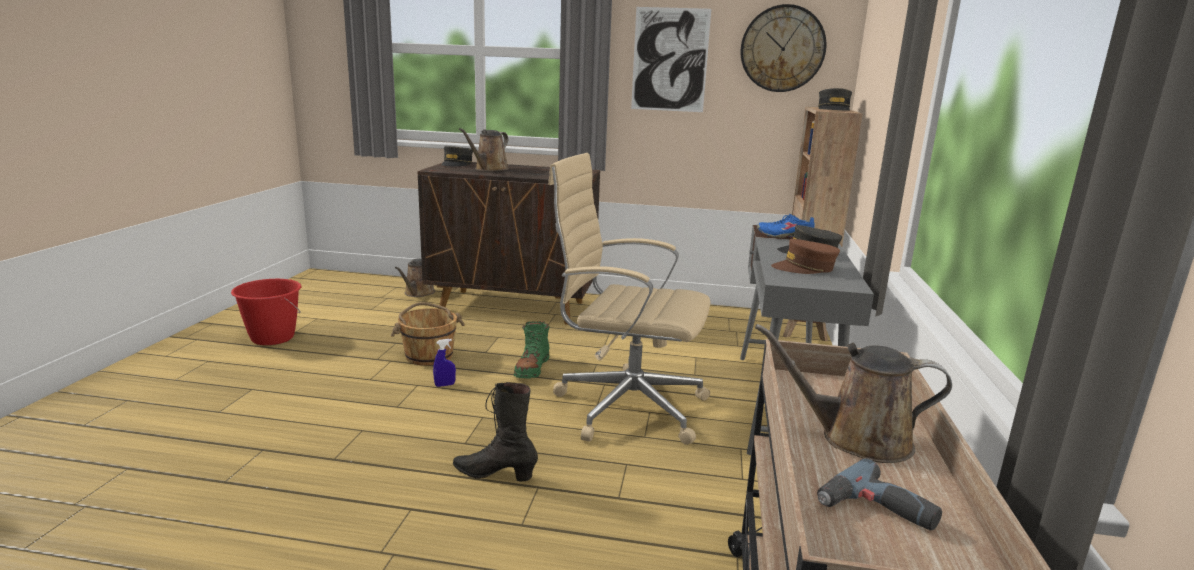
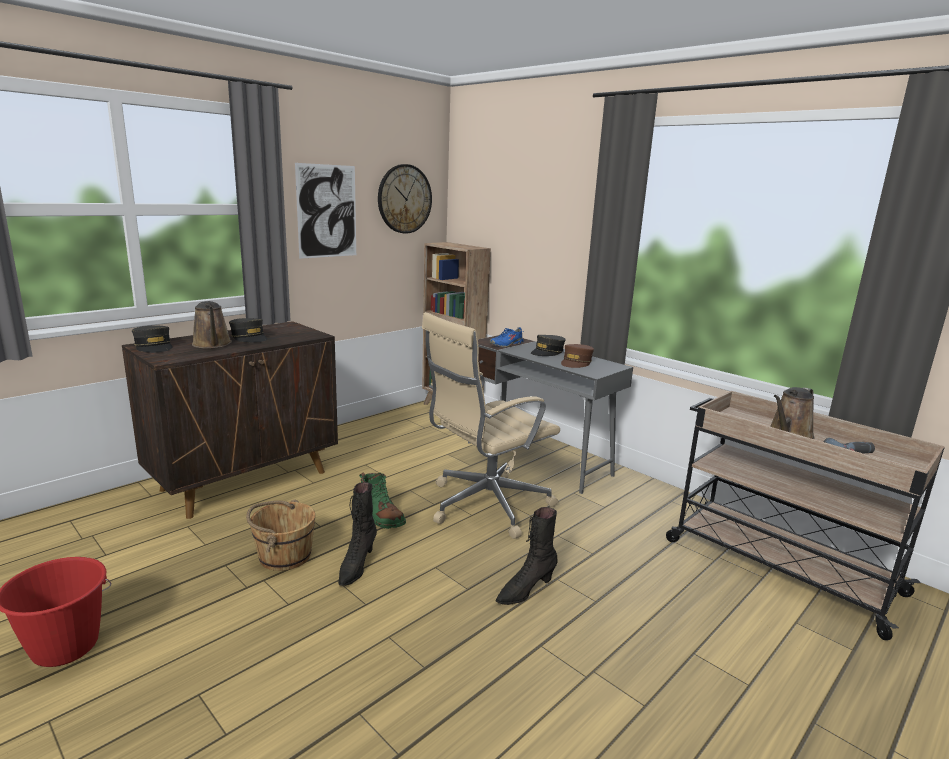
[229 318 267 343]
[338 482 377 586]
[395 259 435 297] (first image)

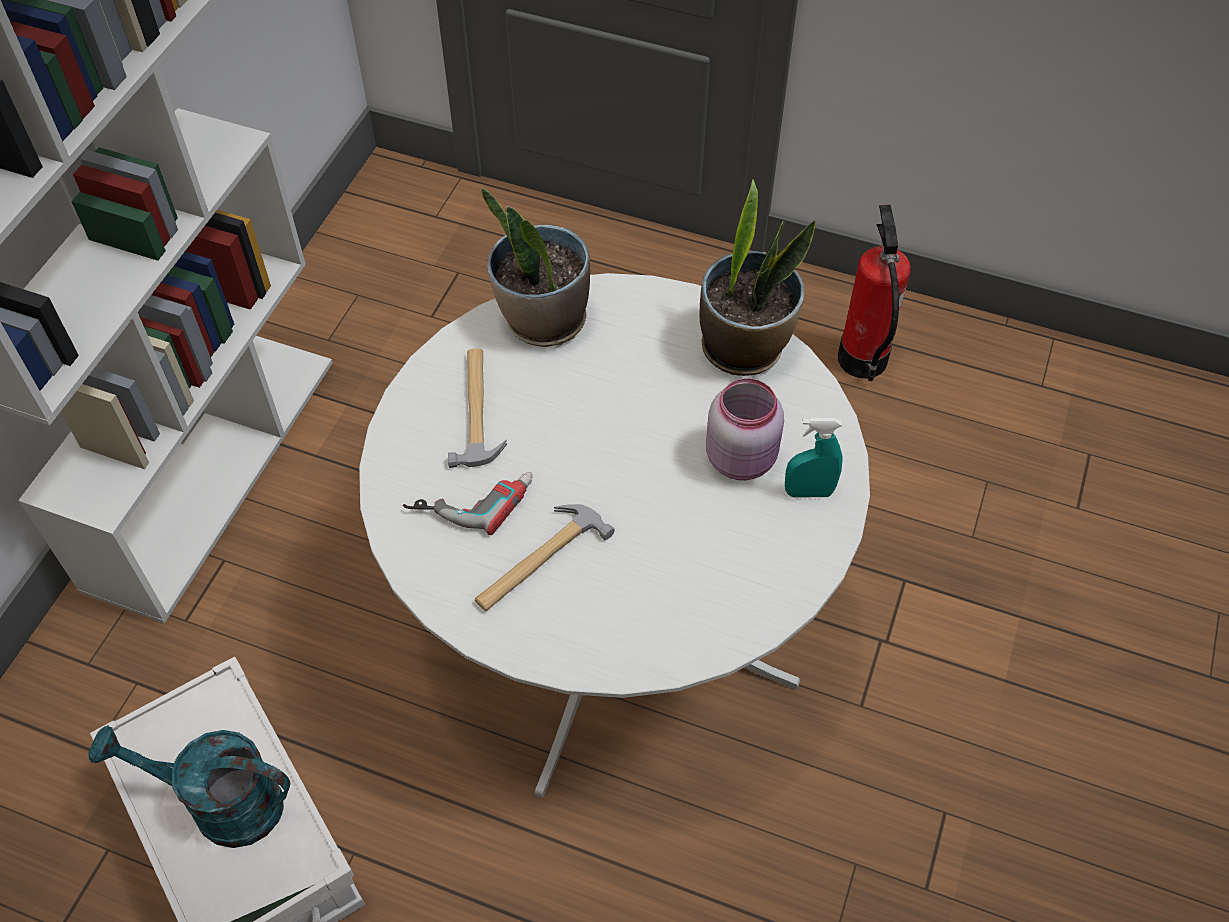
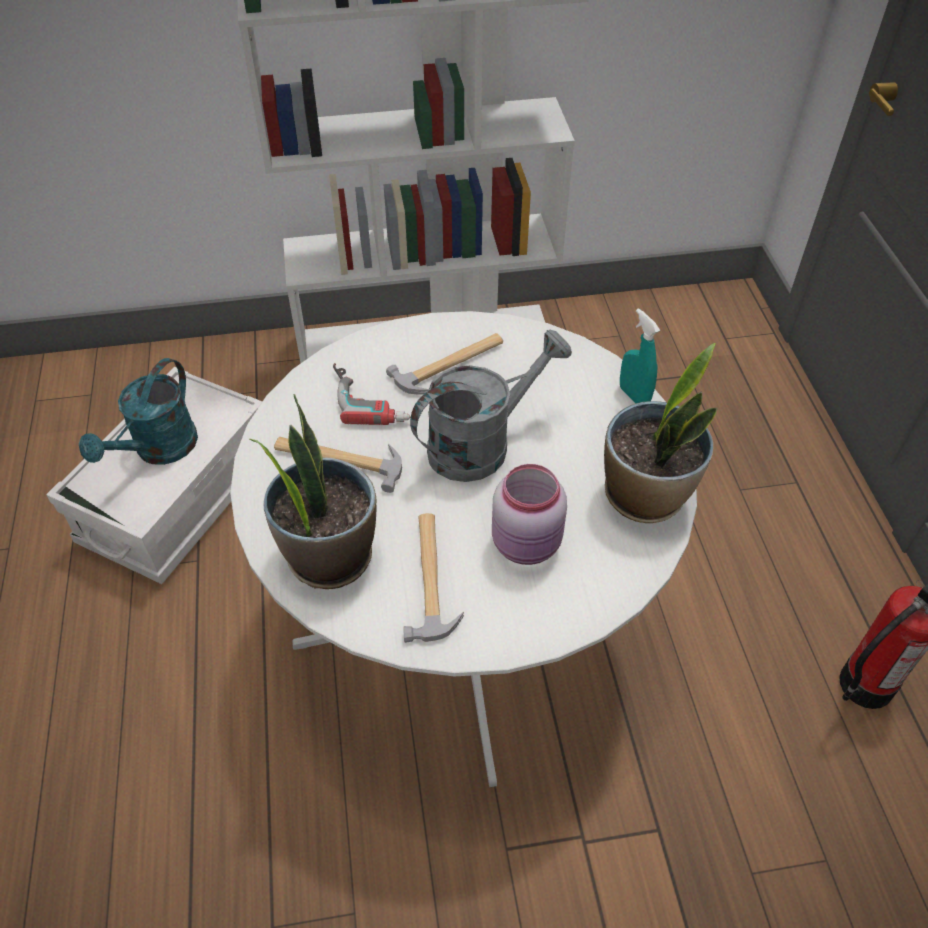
[79 358 198 465]
[250 394 376 589]
[403 513 464 643]
[410 329 572 482]
[620 308 660 403]

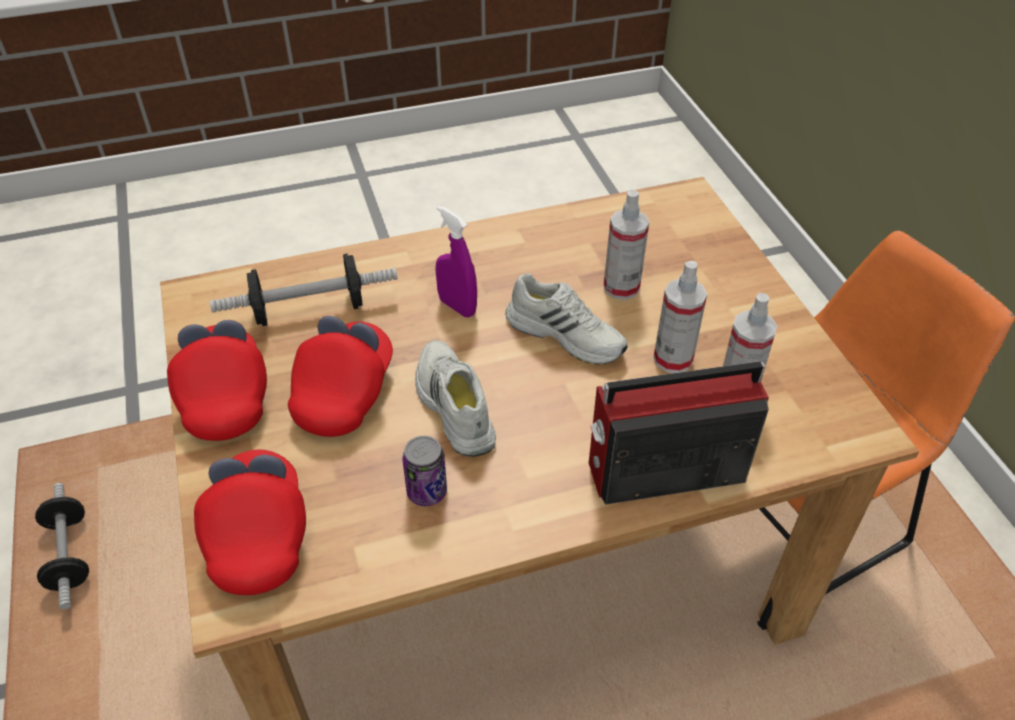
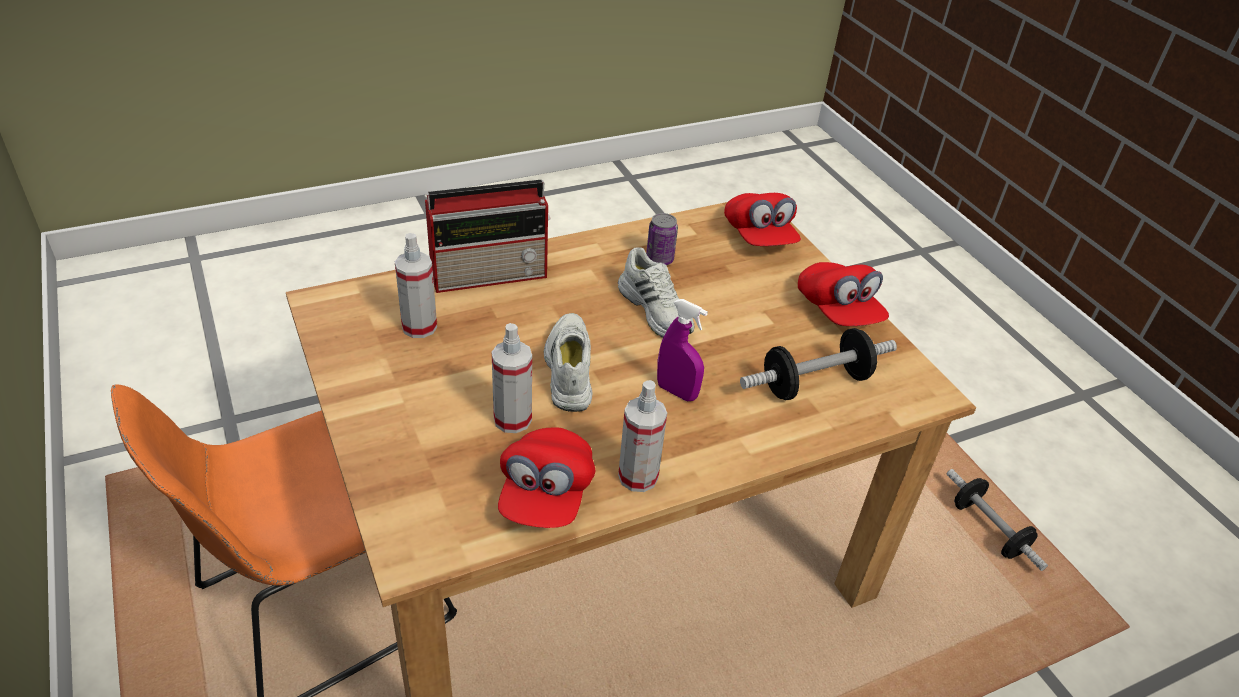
[498 427 595 528]
[544 313 592 412]
[618 380 667 492]

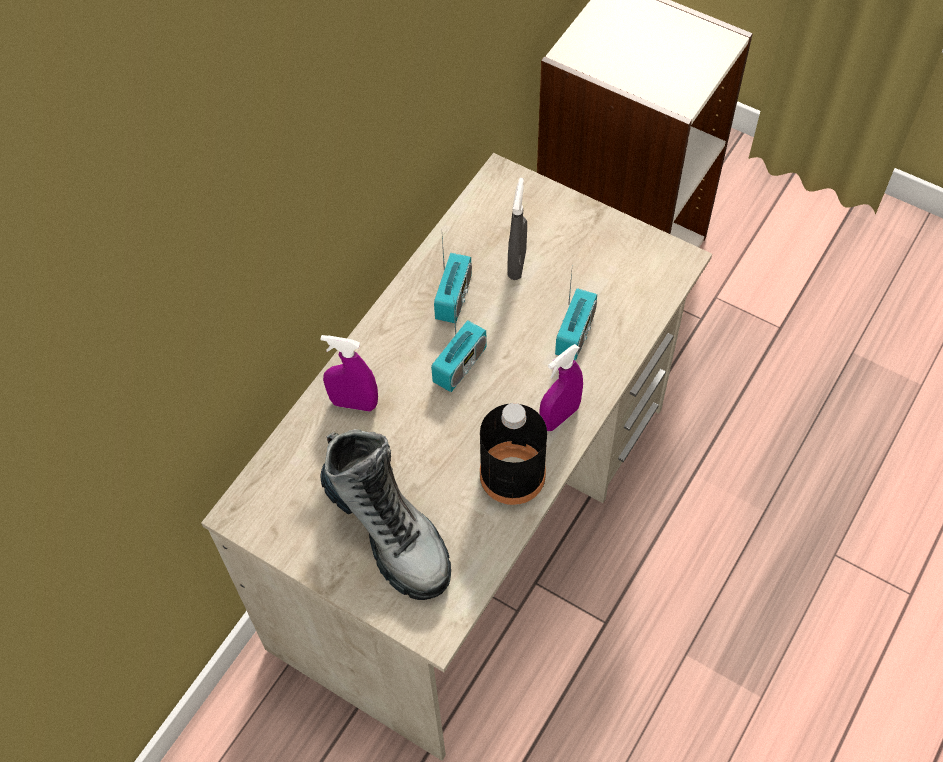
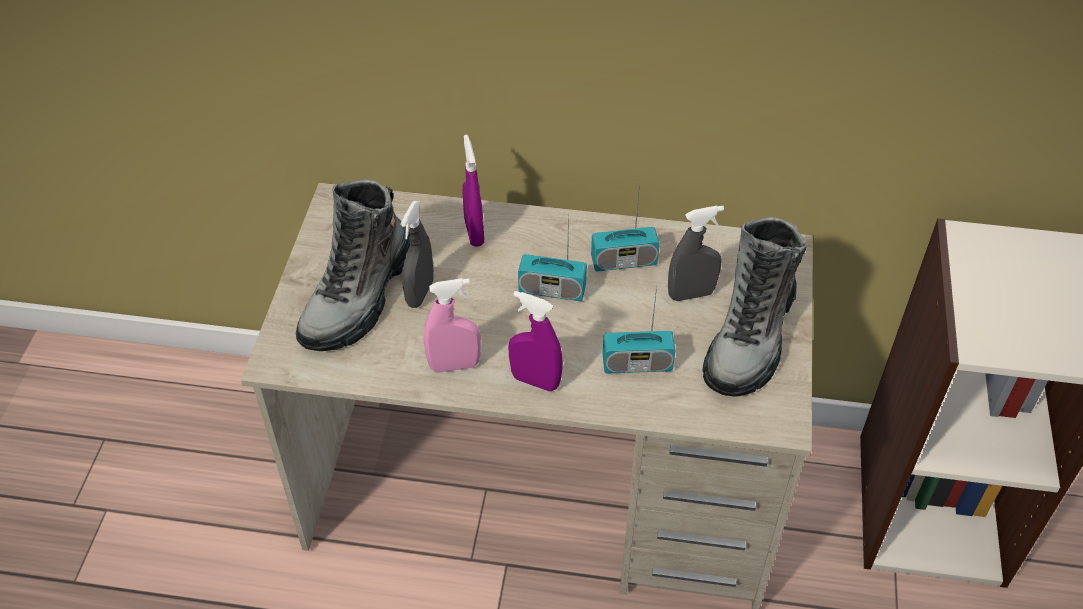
[400 201 434 308]
[424 278 481 373]
[703 217 806 397]

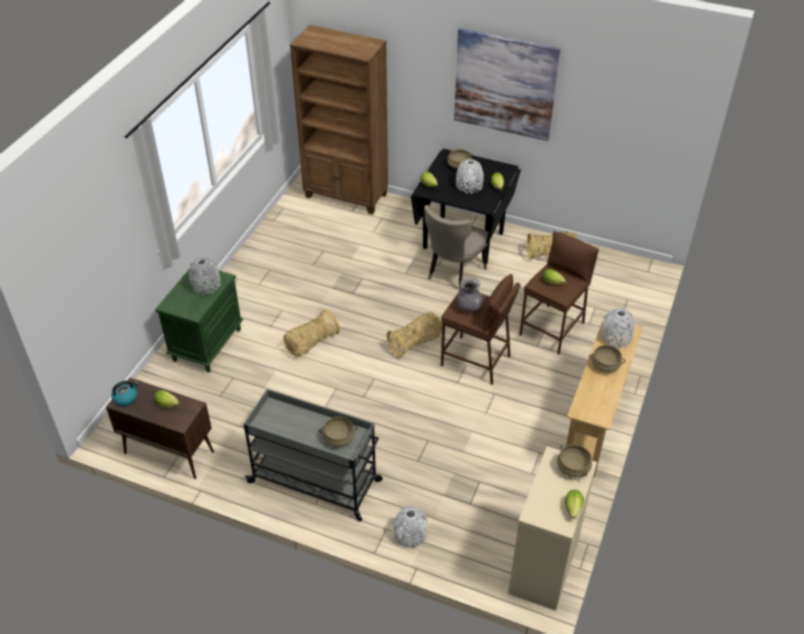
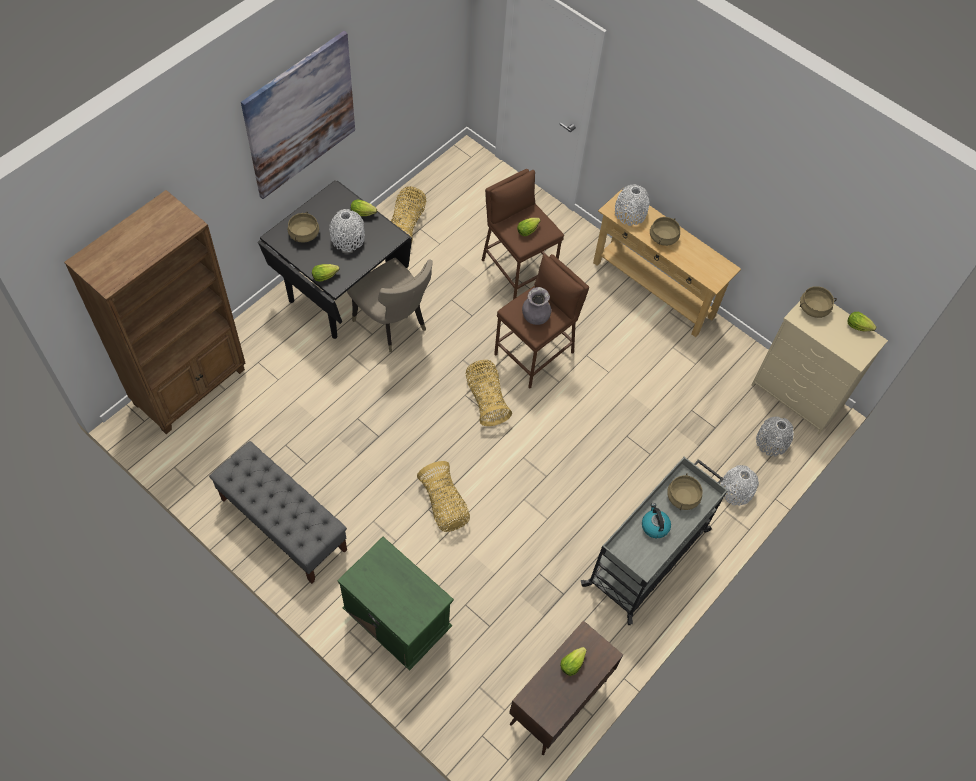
[209 441 347 584]
[642 503 671 538]
[756 416 794 456]

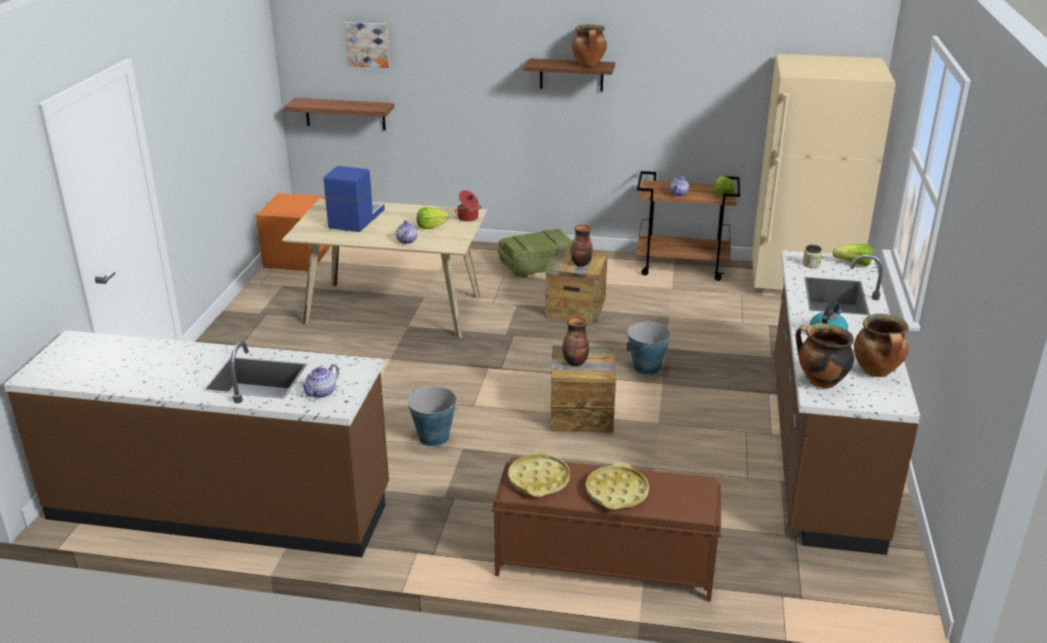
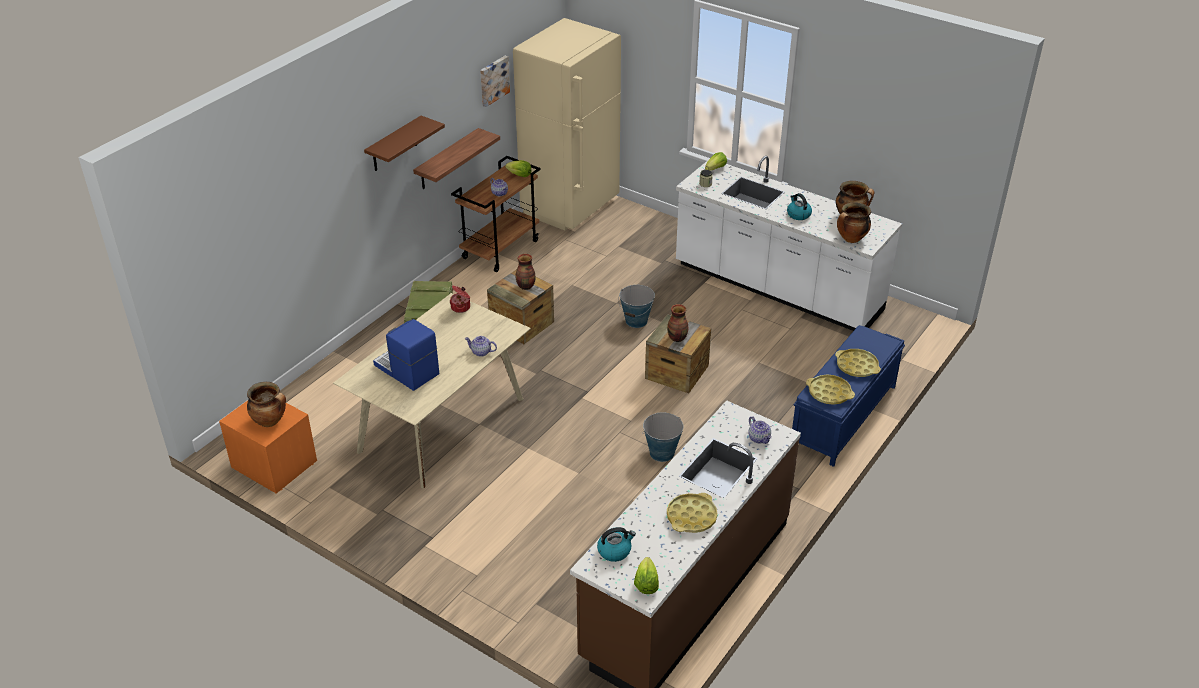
[247 382 286 427]
[413 128 500 189]
[480 56 510 107]
[597 527 636 562]
[634 557 659 594]
[667 493 718 533]
[676 156 902 331]
[792 325 905 467]

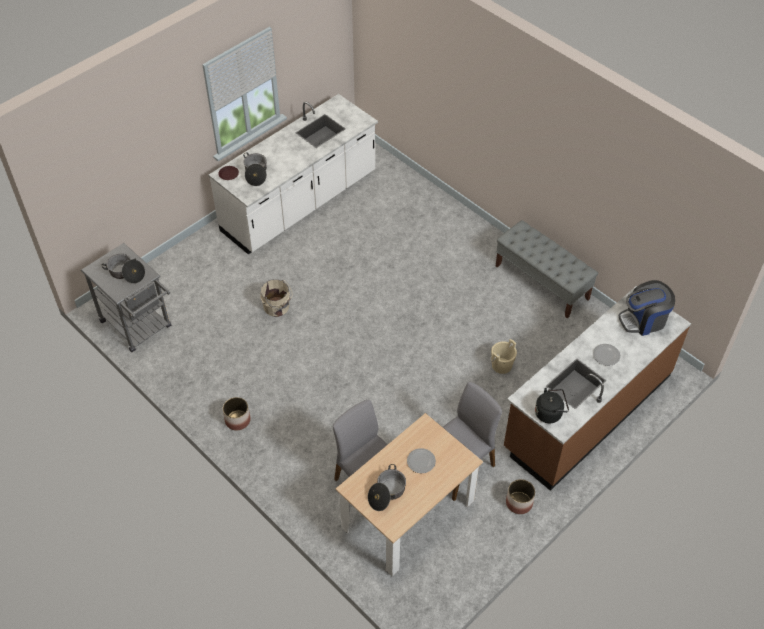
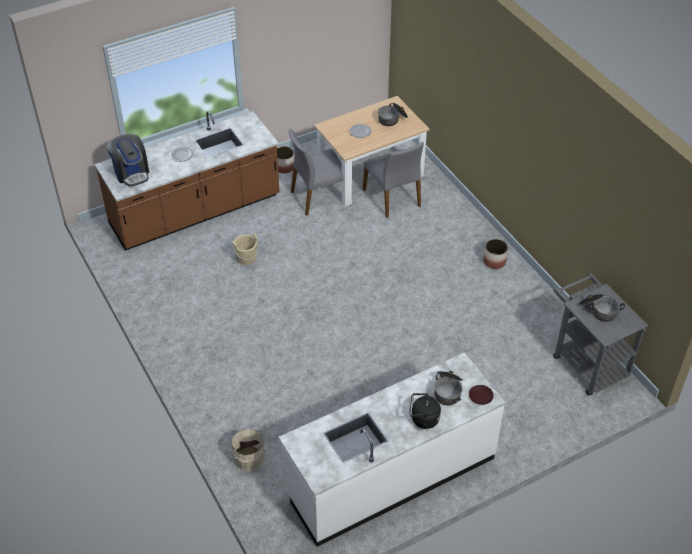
[106 134 149 187]
[228 429 265 472]
[409 393 441 429]
[496 220 598 318] (first image)

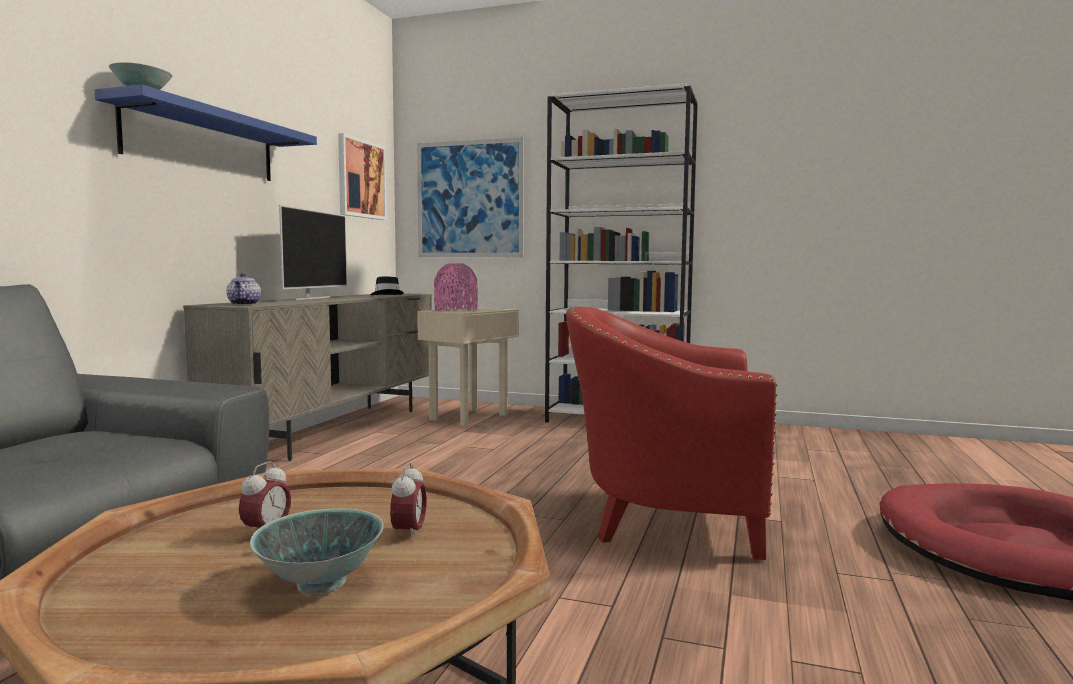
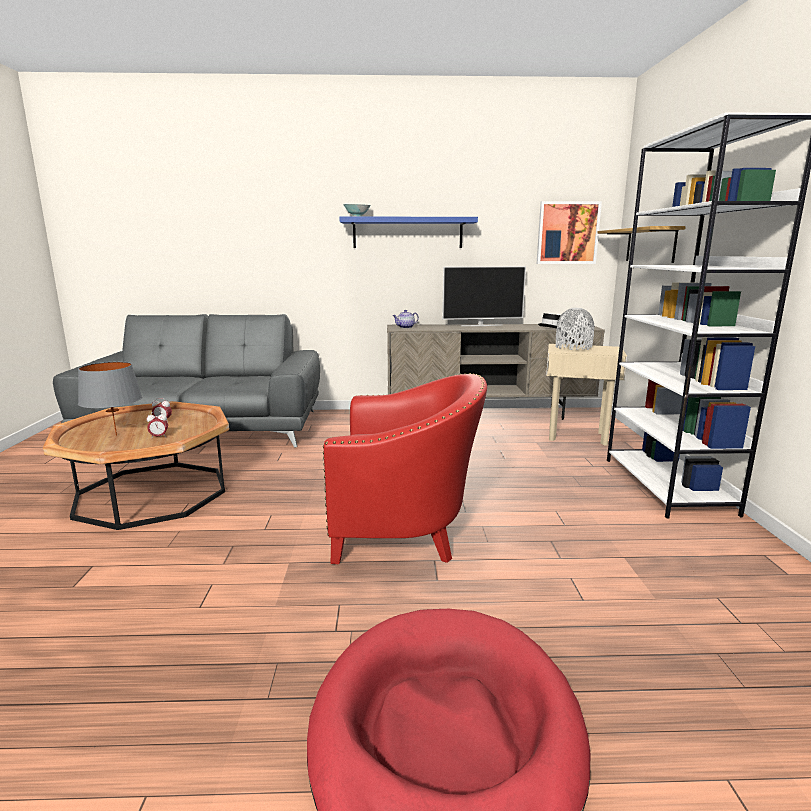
[78 362 142 436]
[323 373 487 564]
[556 308 595 350]
[597 226 686 263]

